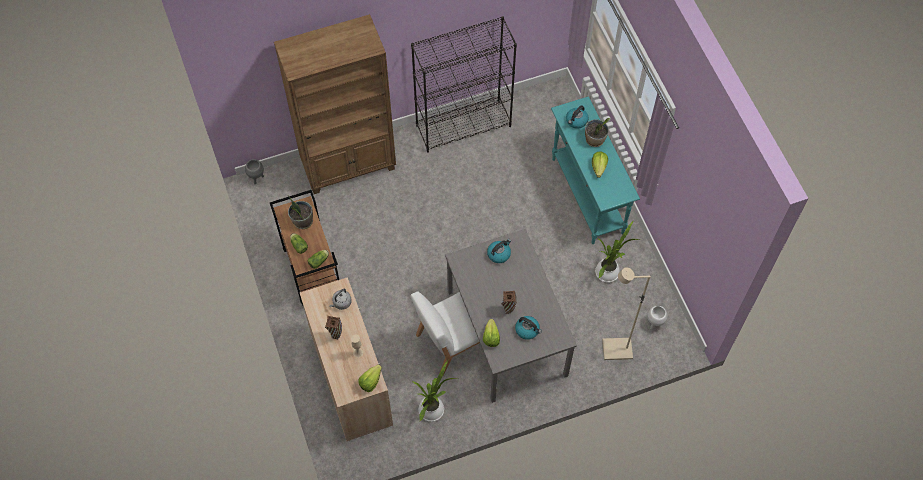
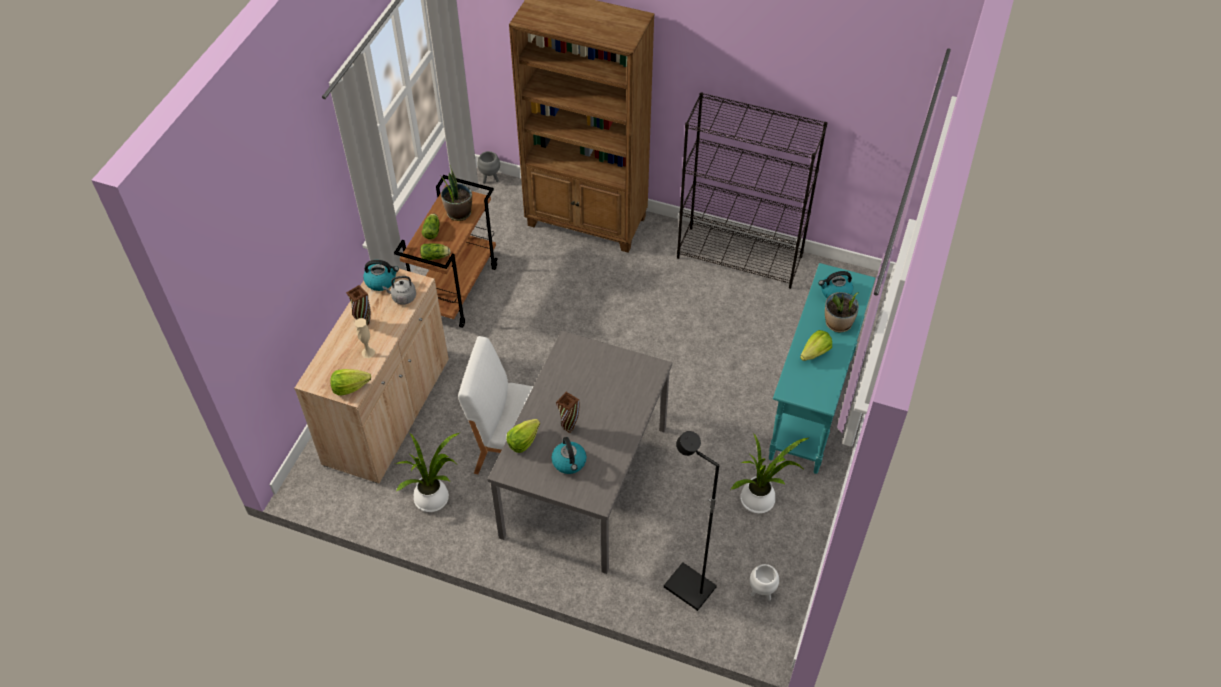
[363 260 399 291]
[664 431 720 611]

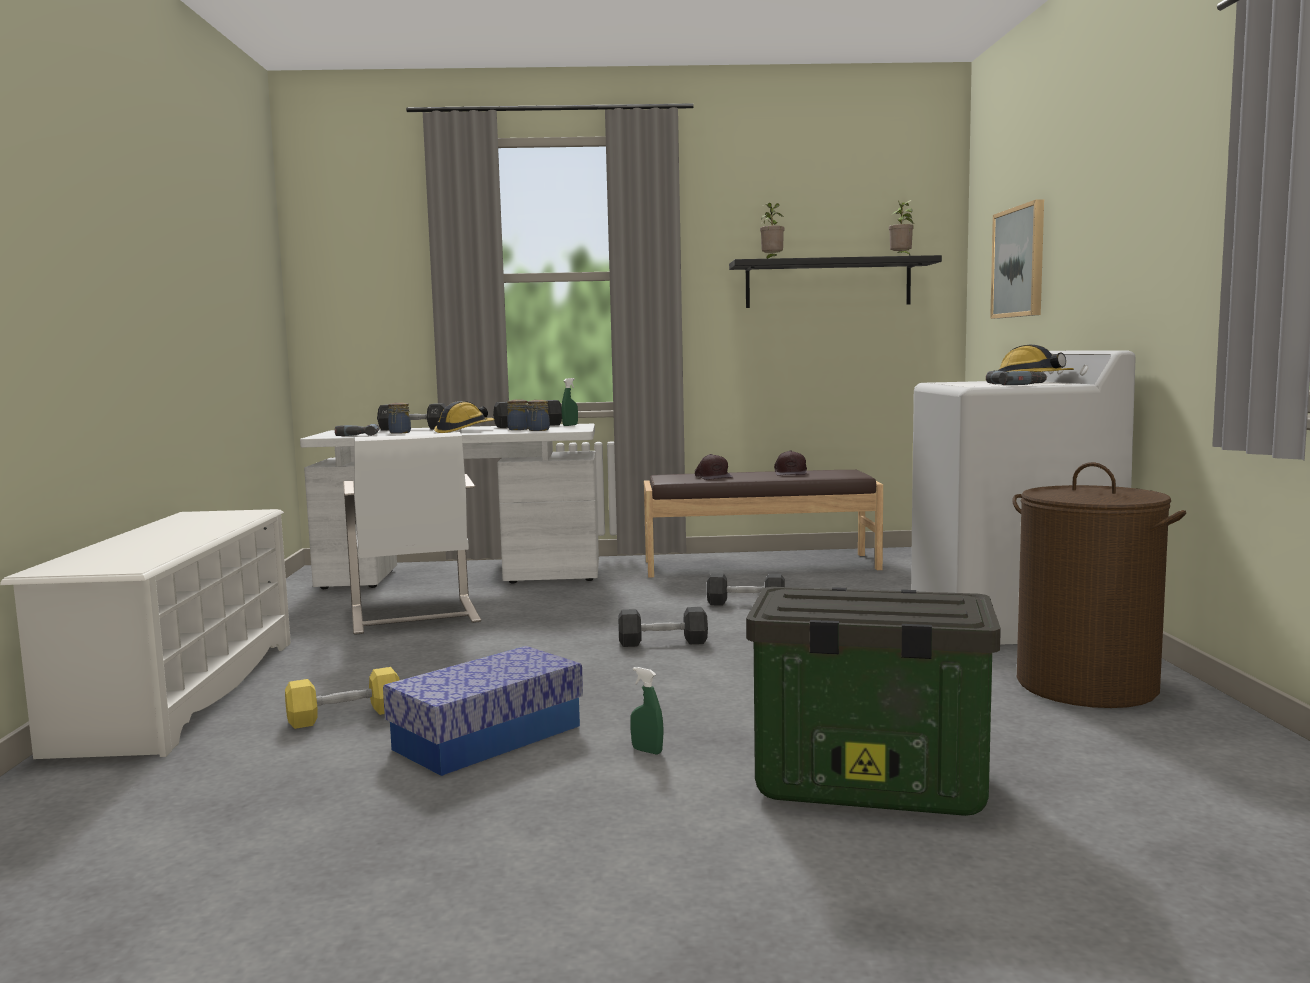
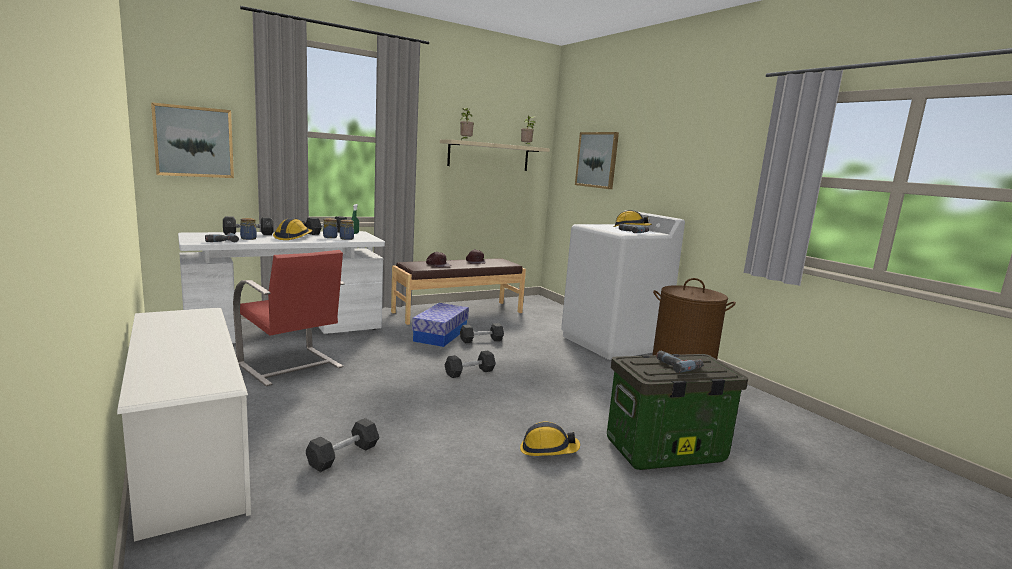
[151 102 234 178]
[233 250 345 386]
[306 418 379 472]
[412 303 469 347]
[440 139 550 171]
[520 421 580 456]
[656 351 704 373]

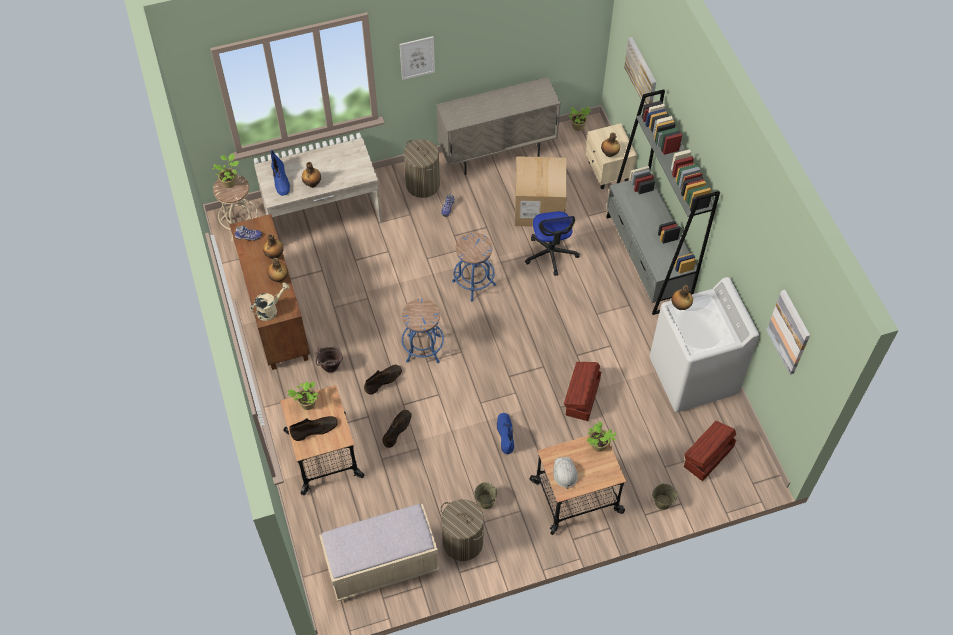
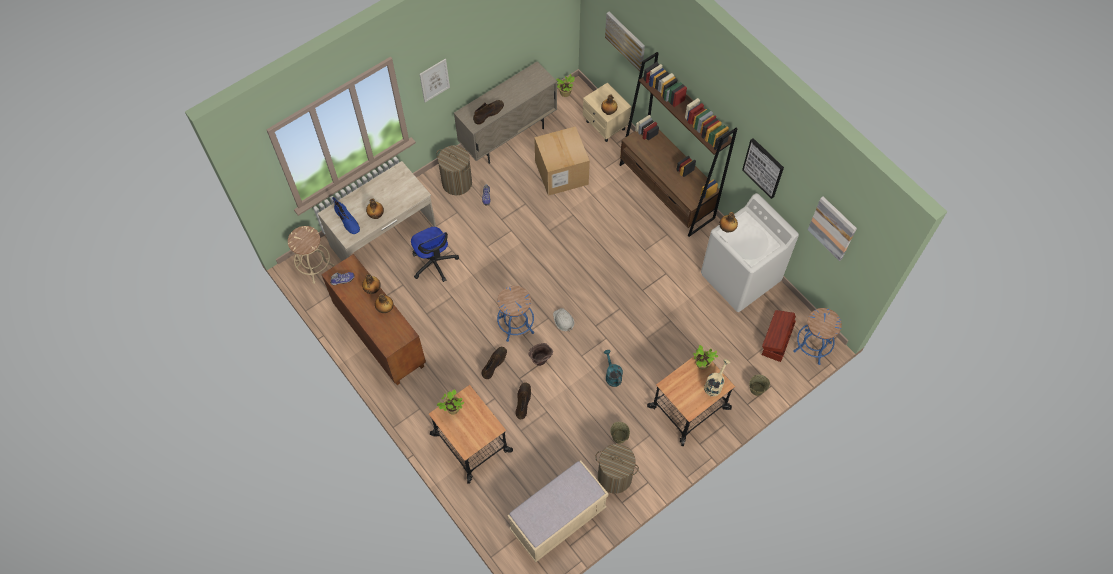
[411 227 459 282]
[473 100 504 125]
[528 343 553 366]
[553 308 574 331]
[604 350 623 387]
[620 52 738 237]
[704 359 730 397]
[742 138 784 199]
[793 308 842 365]
[212 153 239 188] (first image)
[564 362 602 421] (first image)

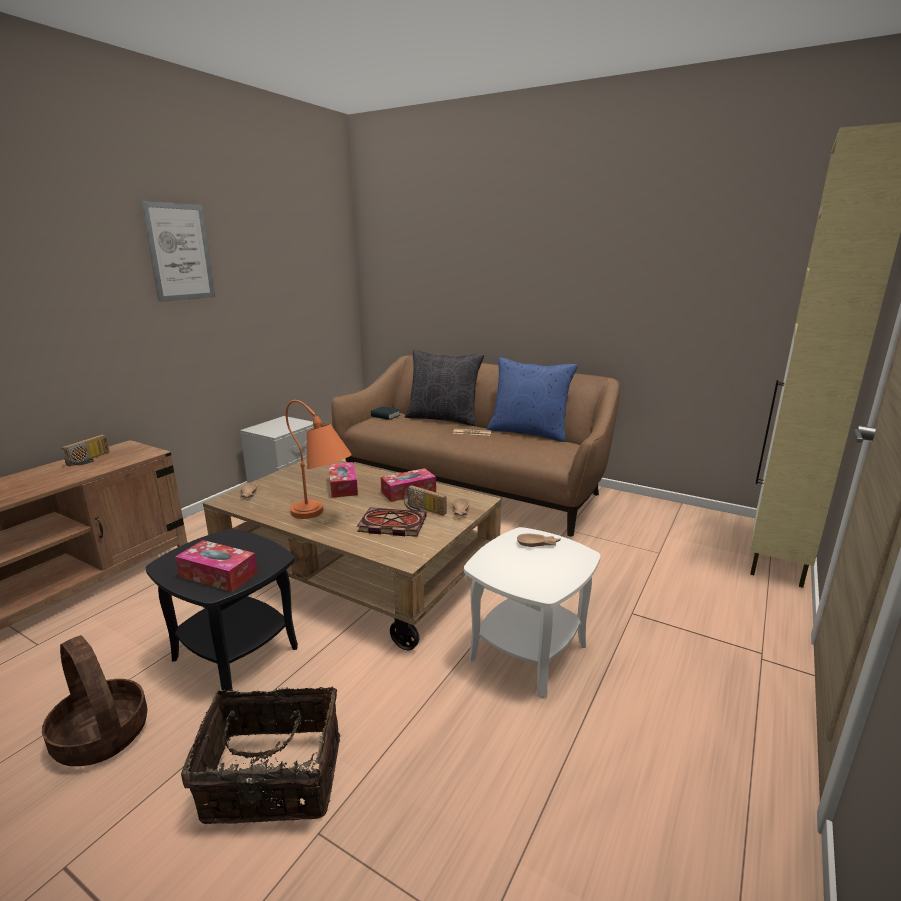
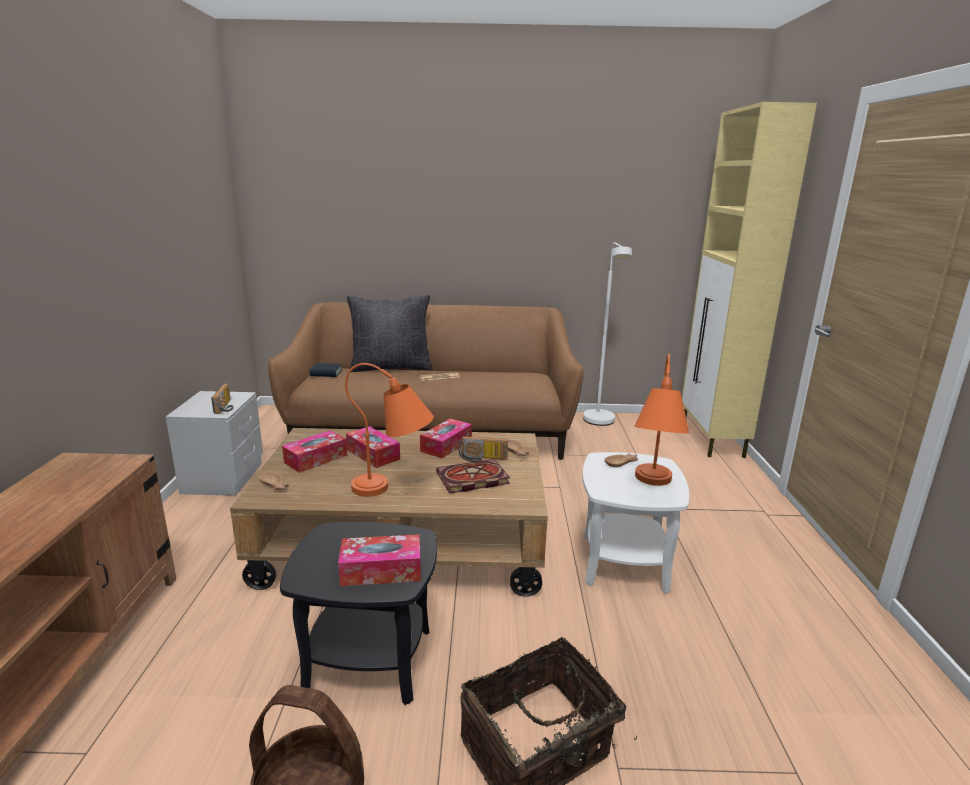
[211 384 233 414]
[282 430 347 473]
[583 242 632 426]
[634 354 689 486]
[141 201 215 302] (first image)
[487 358 578 442] (first image)

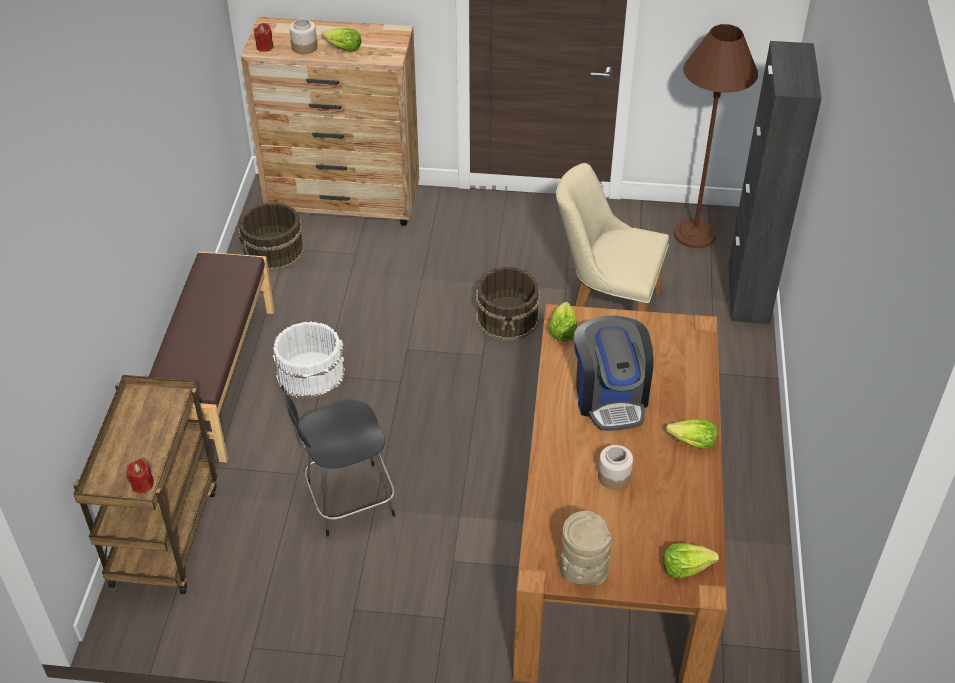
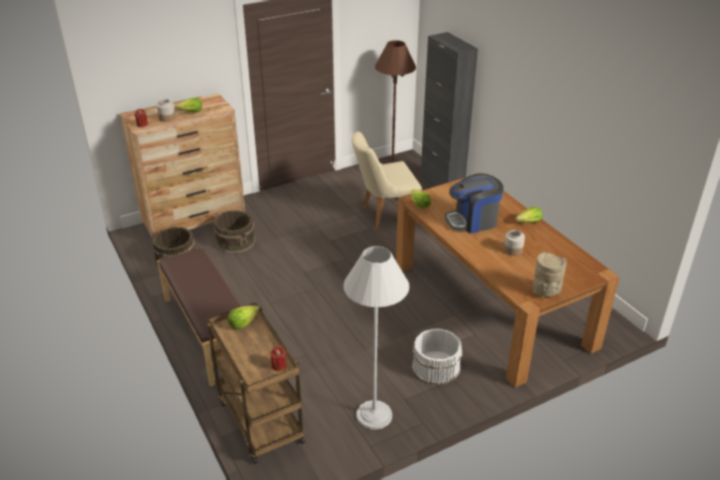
[214 210 256 253]
[228 306 260 329]
[343 246 409 430]
[412 328 462 385]
[445 174 503 233]
[281 385 395 537] (first image)

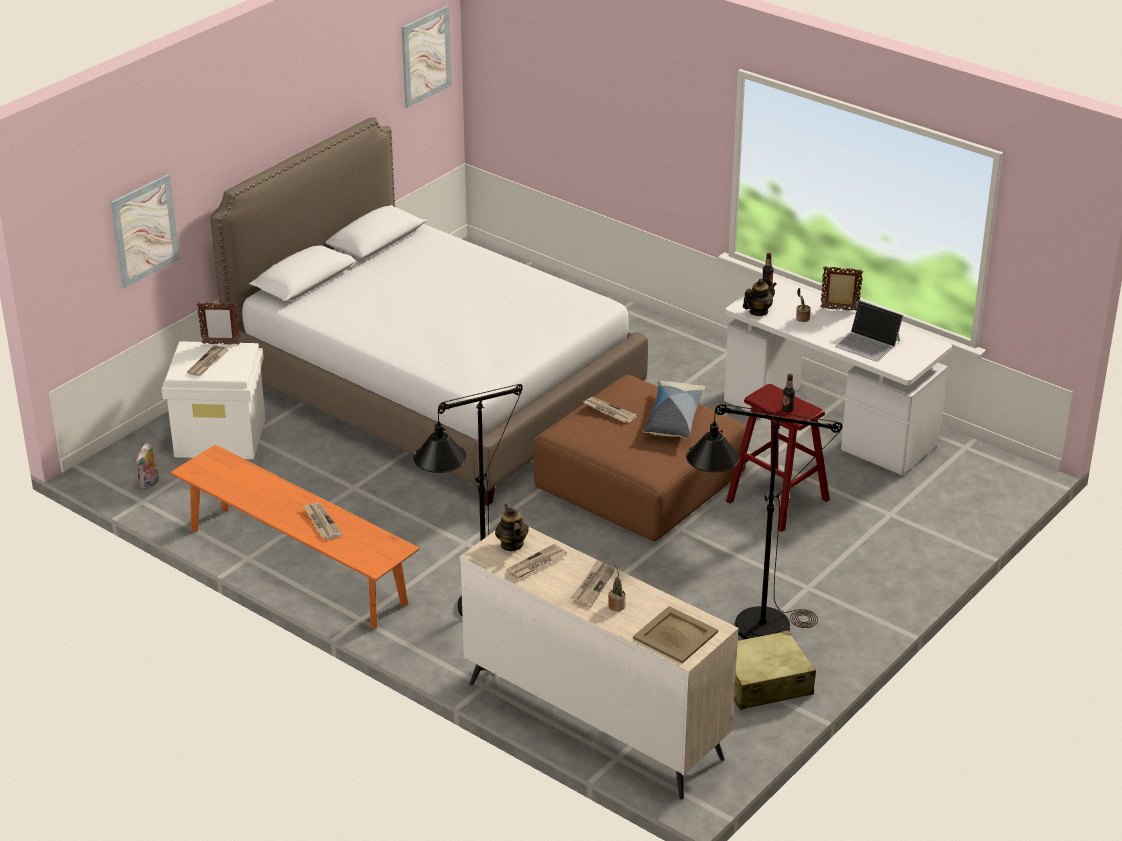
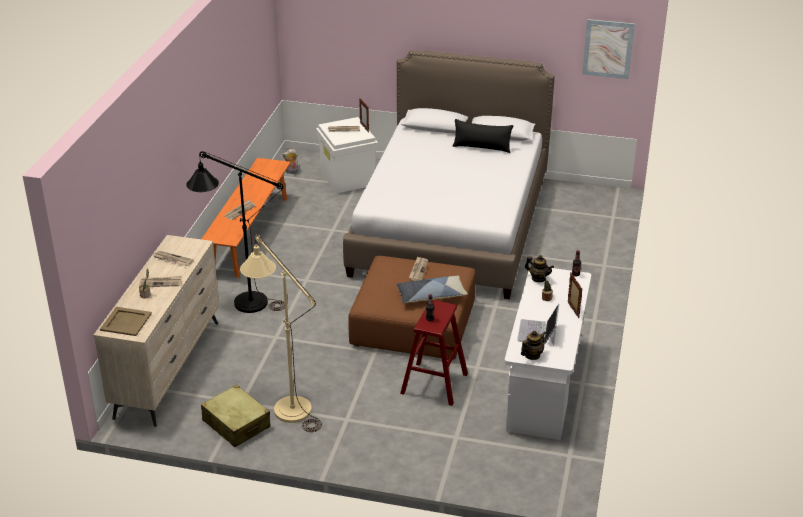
[240 234 322 432]
[453 119 513 153]
[521 331 546 360]
[110 174 180 288] (first image)

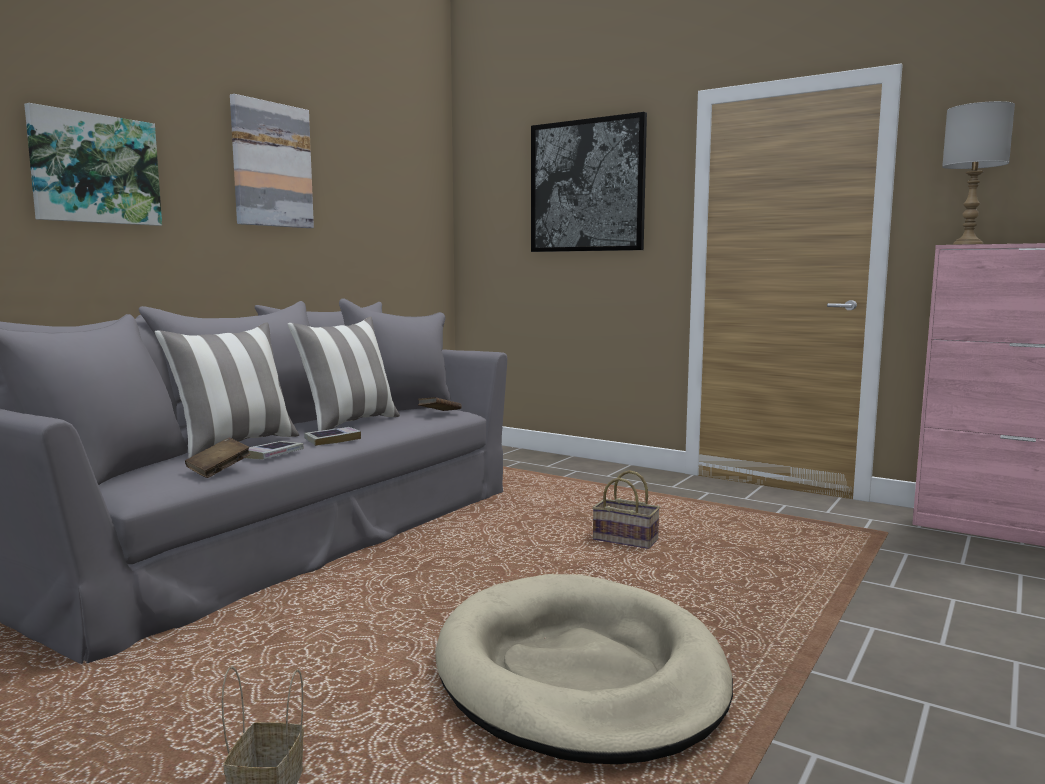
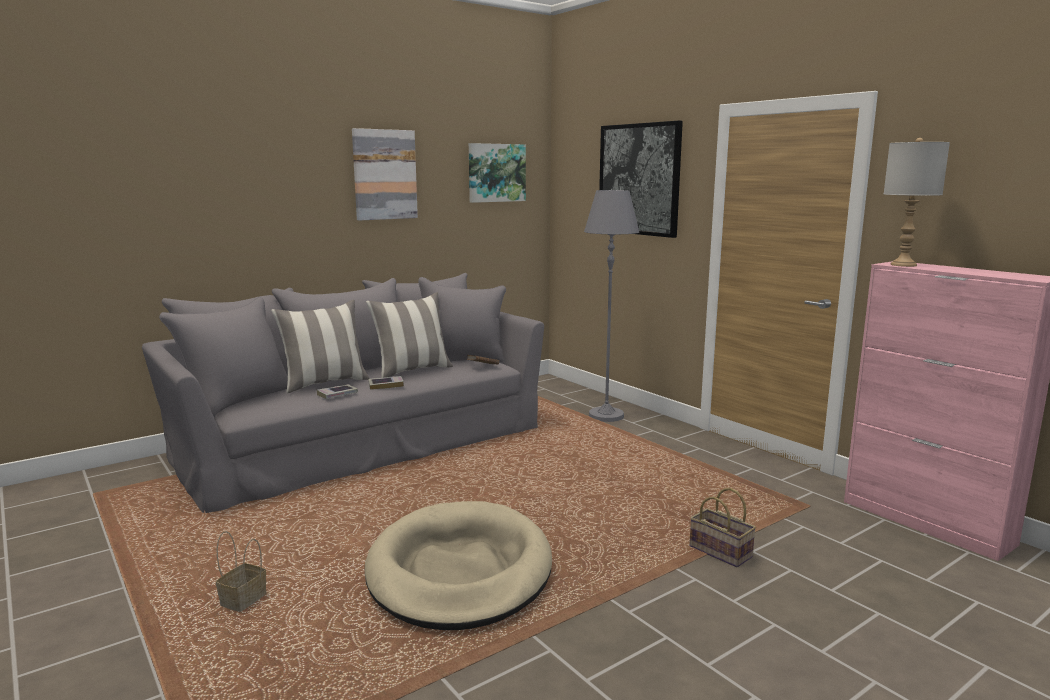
[469 143 526 203]
[584 190 639 422]
[689 488 756 567]
[185 438 250 478] (first image)

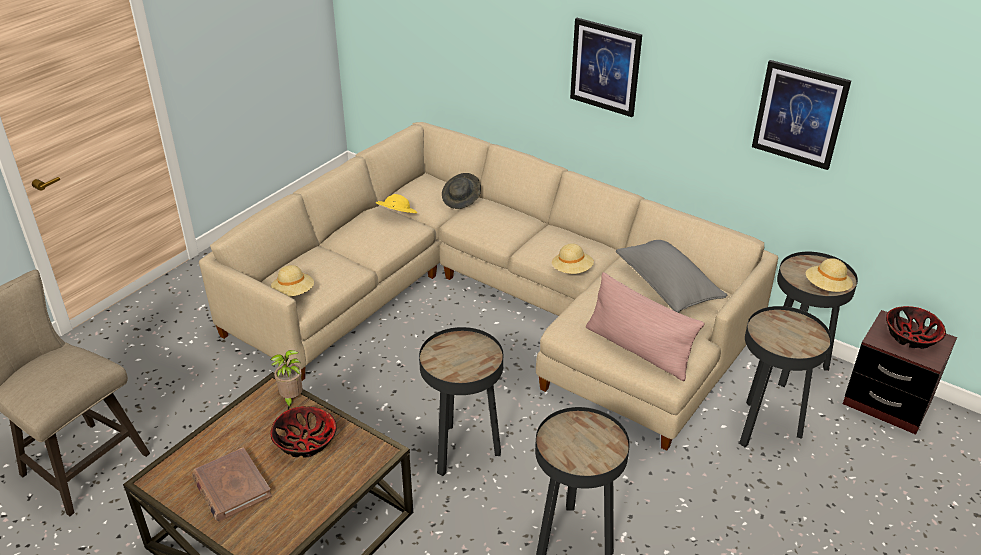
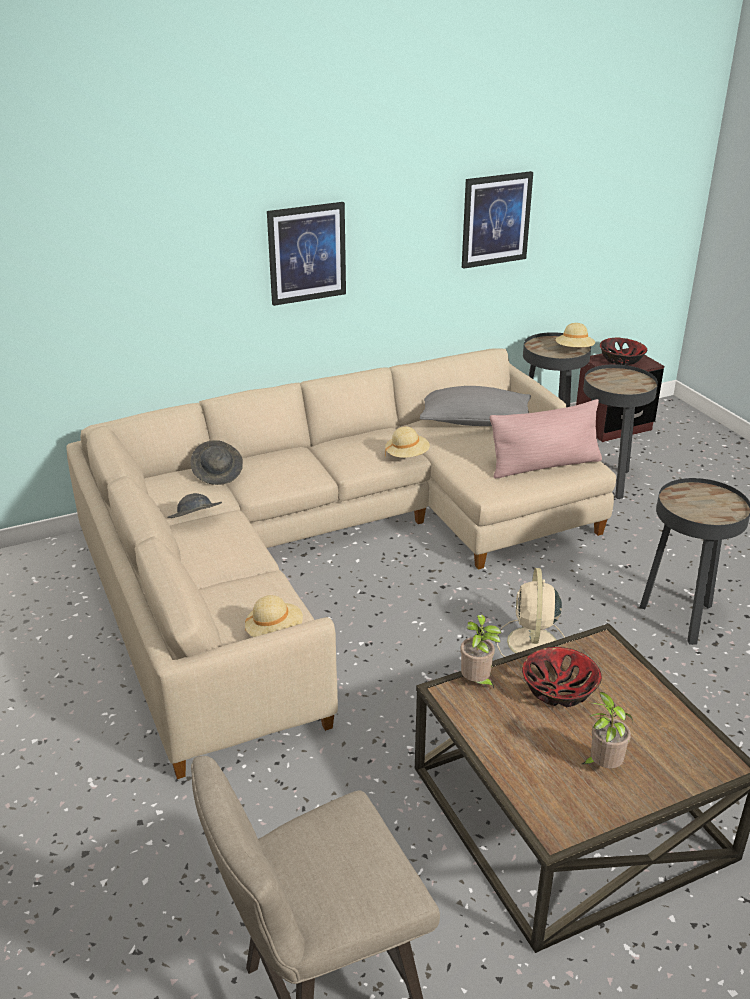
[167 493 222 518]
[497 568 565 657]
[582 691 633 768]

